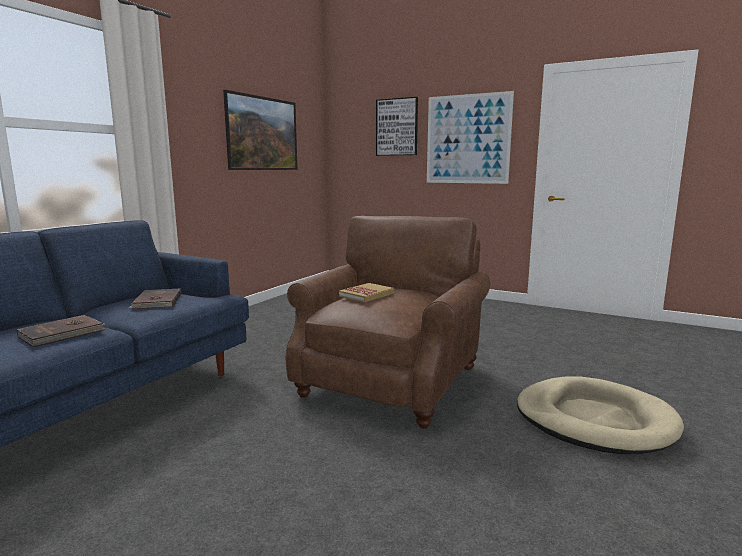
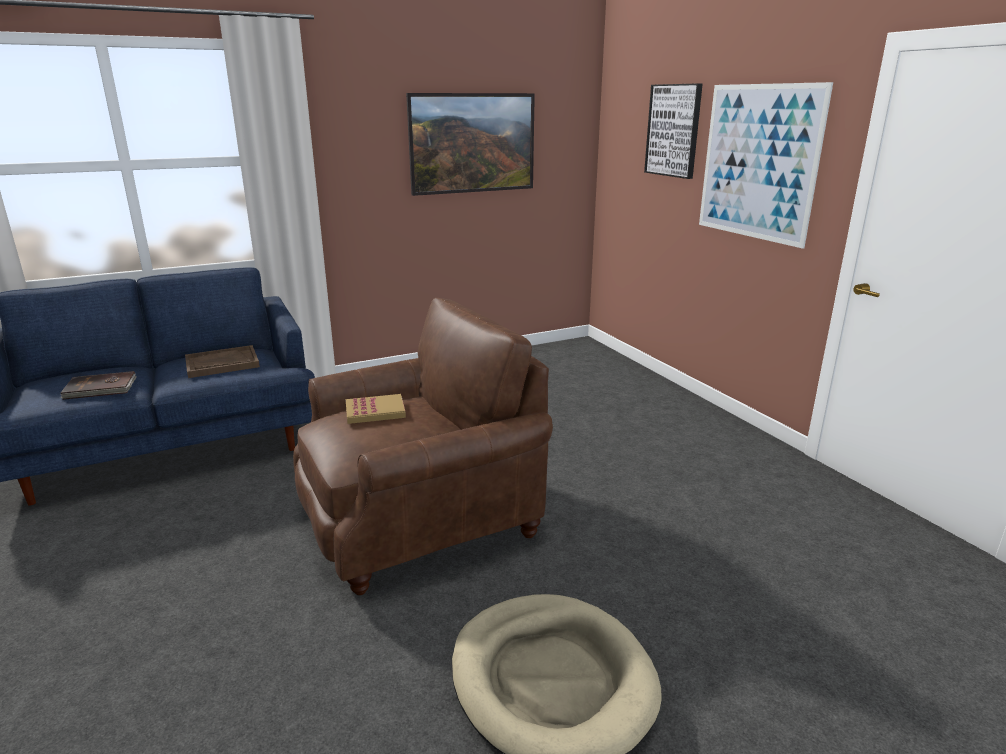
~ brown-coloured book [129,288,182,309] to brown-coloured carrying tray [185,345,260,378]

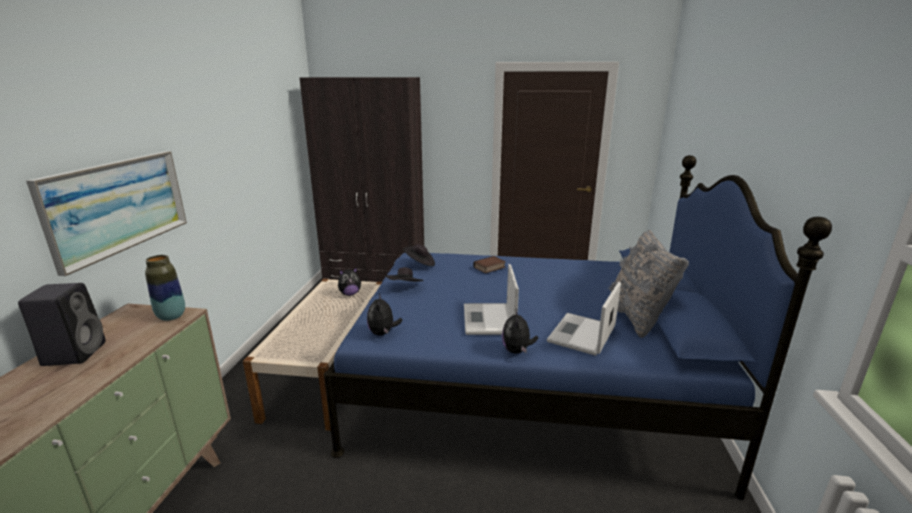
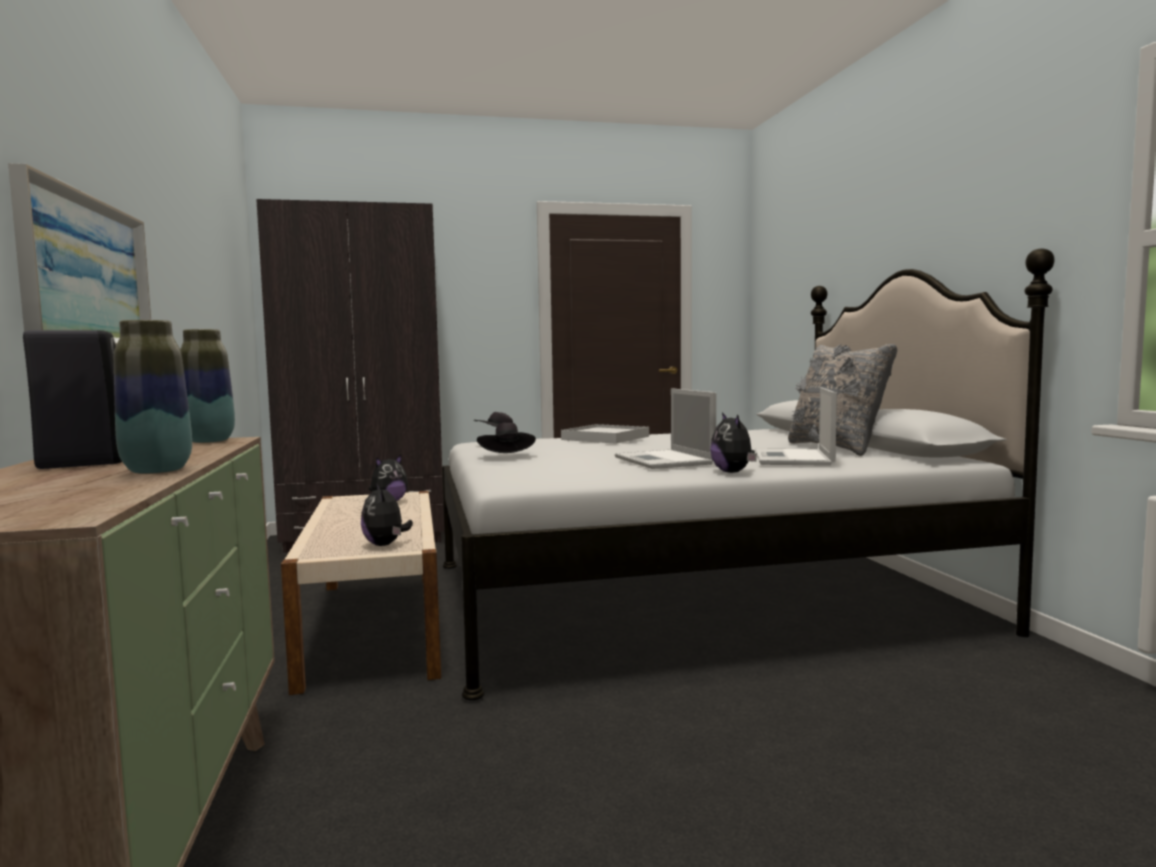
+ decorative vase [114,320,192,474]
~ plush toy [367,293,403,336] to [361,483,413,546]
~ book [473,256,506,273] to white carrying tray [561,424,649,444]
~ bluish bed [324,155,832,500] to white bed [442,248,1055,700]

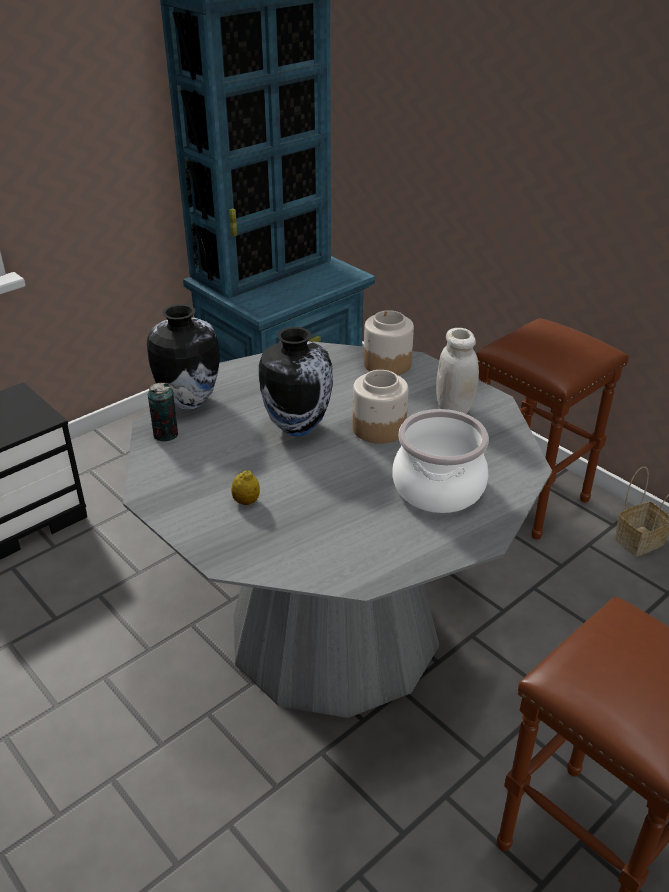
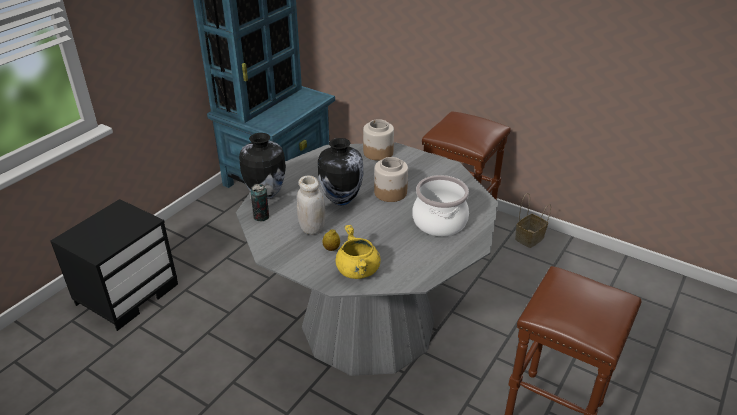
+ yellow-coloured cooking pot [335,225,381,279]
~ white storage jar [436,328,479,414] to [297,175,325,235]

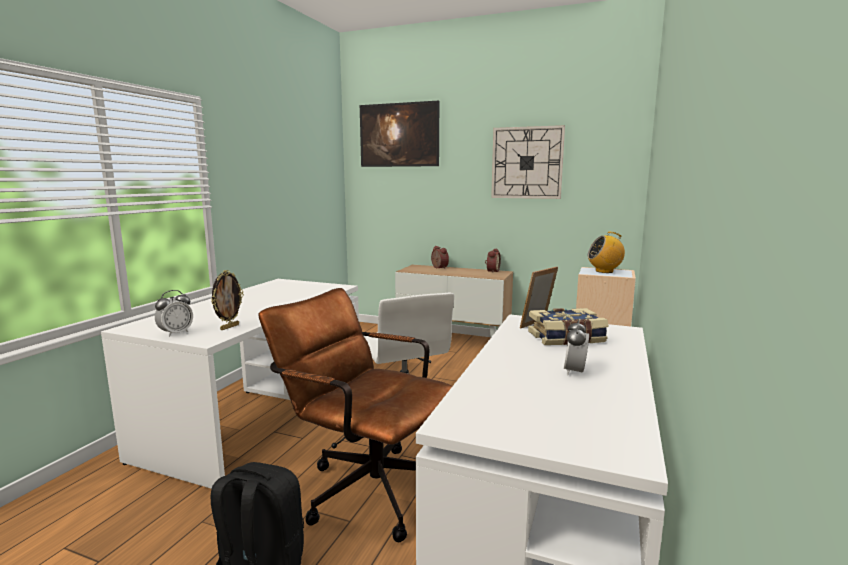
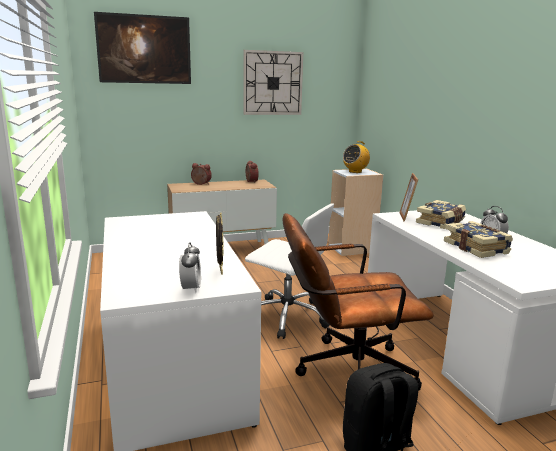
+ book [444,221,513,258]

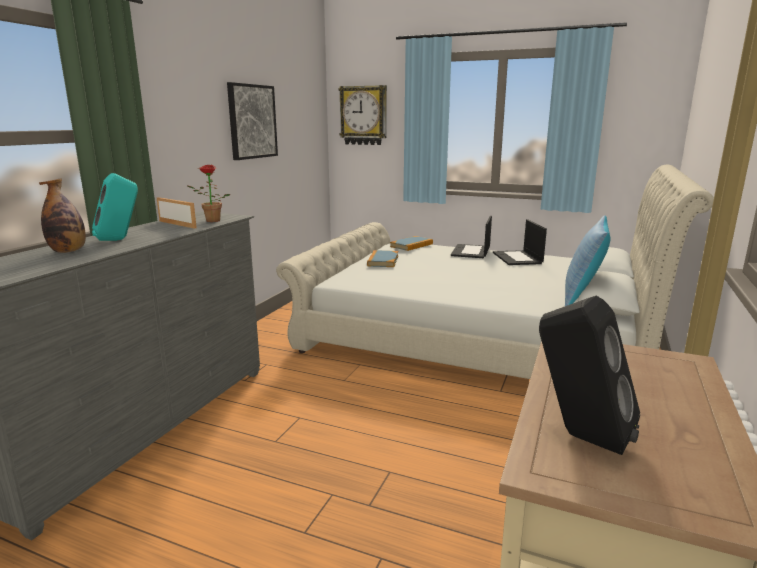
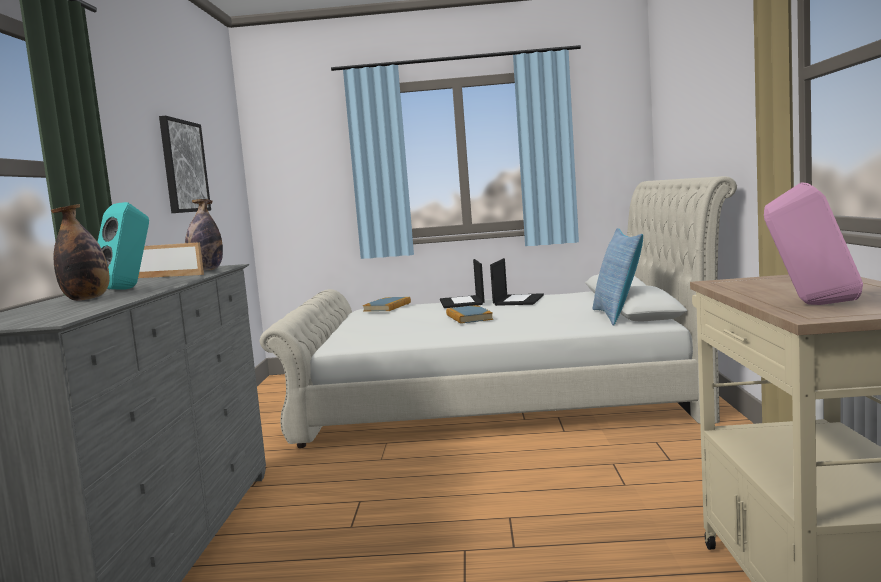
- wall clock [338,85,387,145]
~ book [367,250,398,267] to [446,305,493,324]
~ plant in a pot [188,165,230,222] to drink bottle [185,199,223,271]
~ blackish speaker [539,296,640,455] to pinkish speaker [764,182,863,305]
~ laptop [493,219,547,265] = [490,258,544,306] 135 degrees counterclockwise

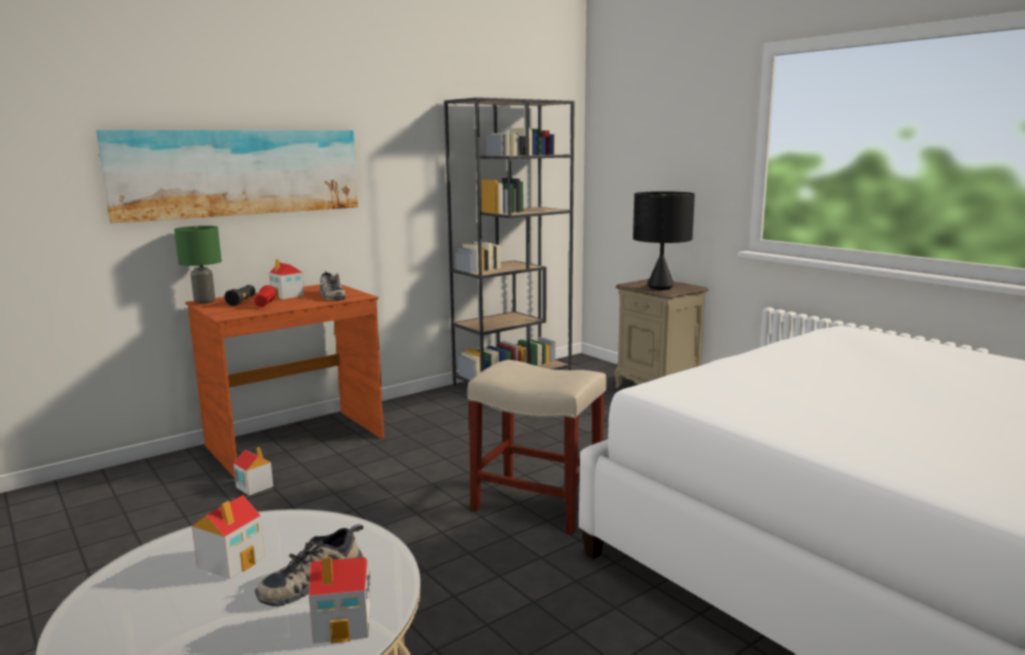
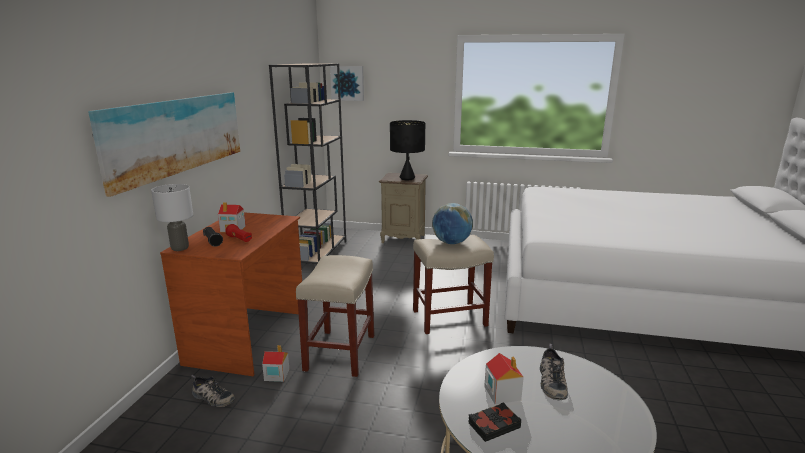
- toy house [309,557,370,643]
+ sand-coloured stool seat [296,255,374,377]
+ picture [330,66,364,101]
+ desk globe [432,203,473,244]
+ blackish book [469,402,522,442]
~ shoe [320,271,346,300] to [191,375,235,407]
~ greenish tabletop lamp [174,226,222,304] to white tabletop lamp [151,184,193,251]

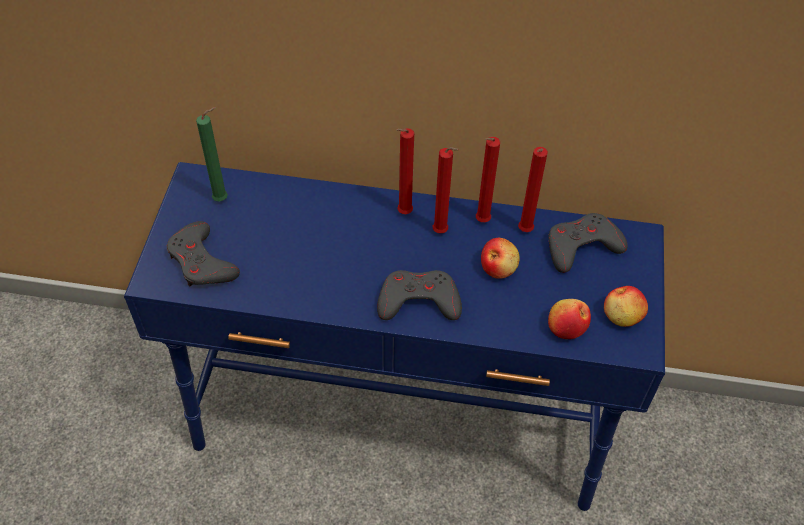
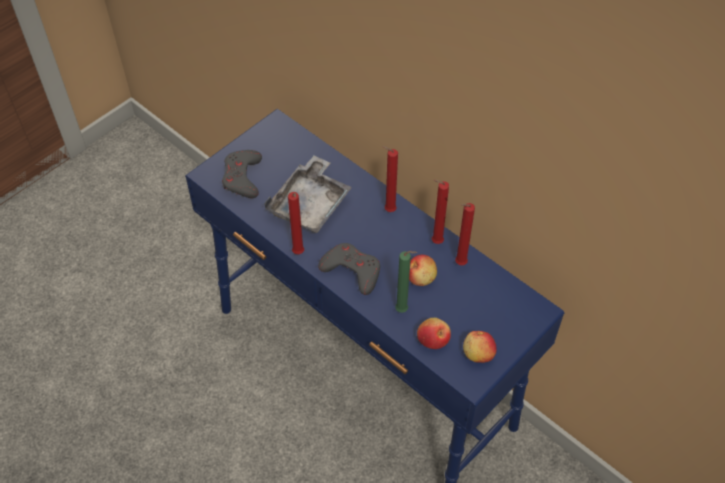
- greyish game controller [549,213,628,273]
+ greyish carrying tray [264,155,352,233]
~ greenish wax candle [196,107,228,202] to [395,251,417,313]
~ reddish wax candle [433,147,459,233] to [288,192,304,254]

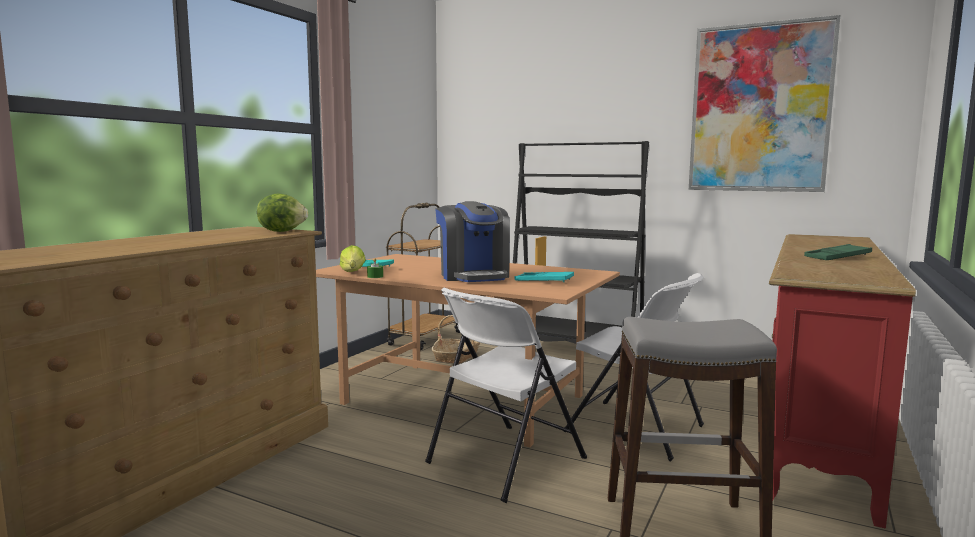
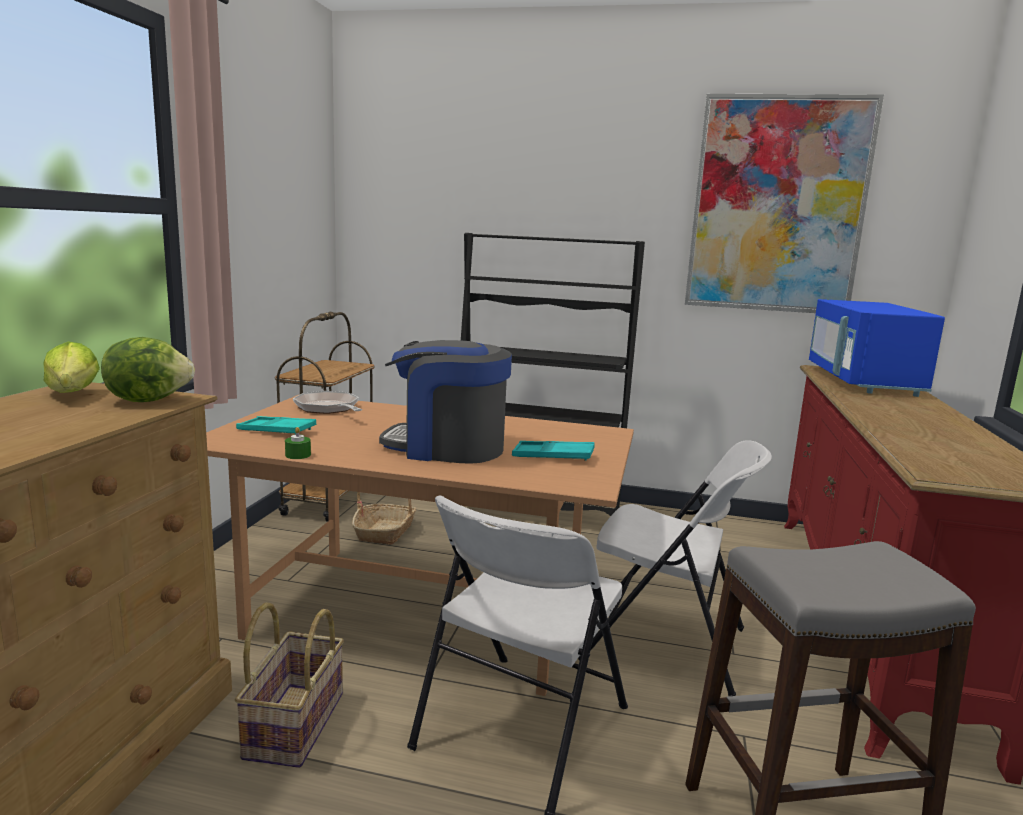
- greenish carrying tray [804,244,872,260]
+ basket [235,602,344,768]
+ pan [293,391,363,414]
+ bluish kitchen microwave [809,299,945,397]
~ lettuce [340,245,366,272] to [44,341,100,393]
~ coffee maker [435,201,510,282] = [379,340,512,464] 135 degrees clockwise

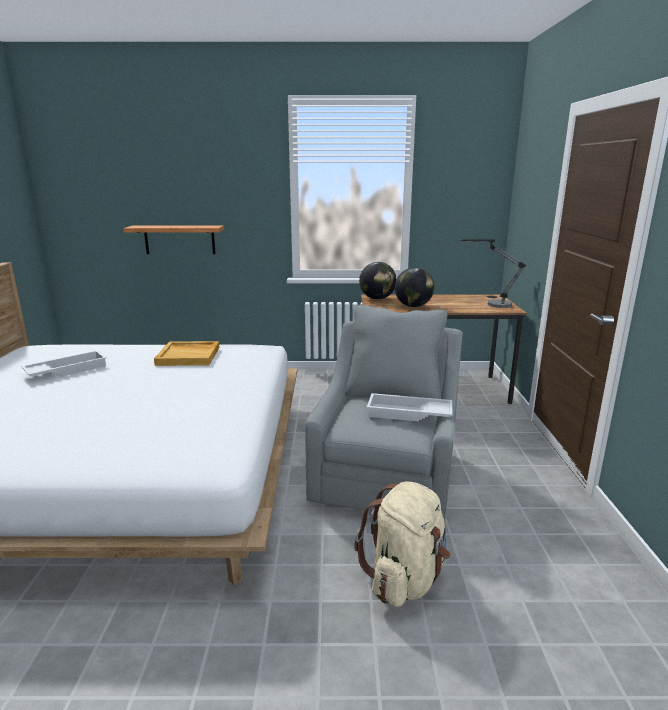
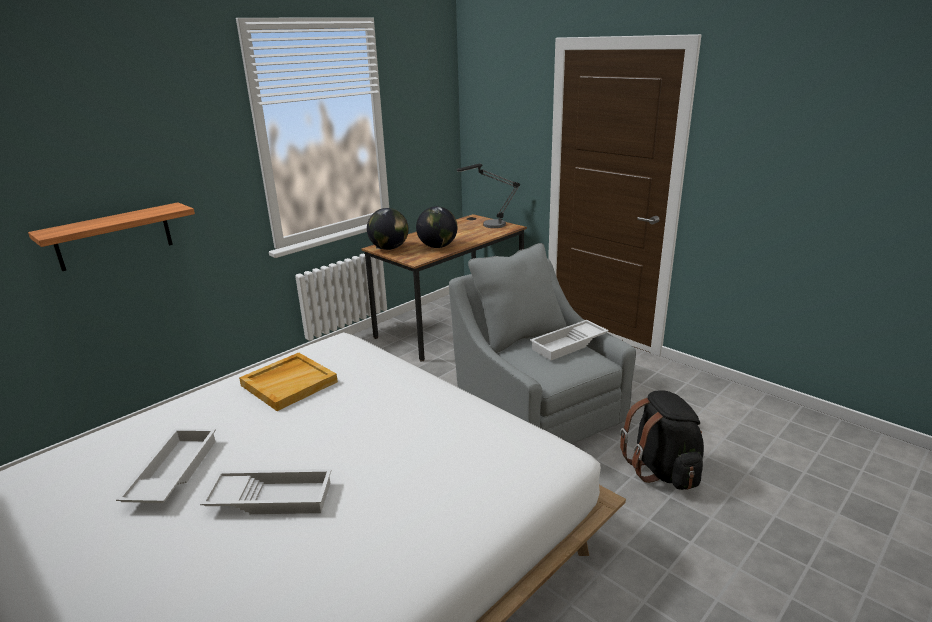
+ white carrying tray [200,469,332,514]
~ sand-coloured rucksack [355,481,451,607] to blackish rucksack [620,390,704,490]

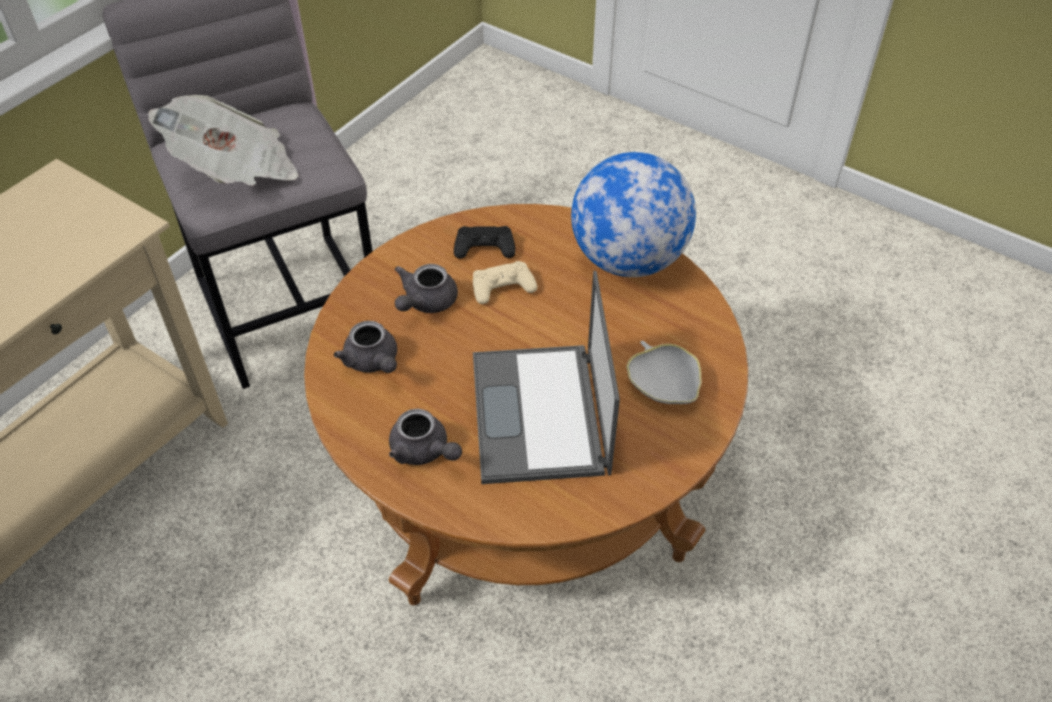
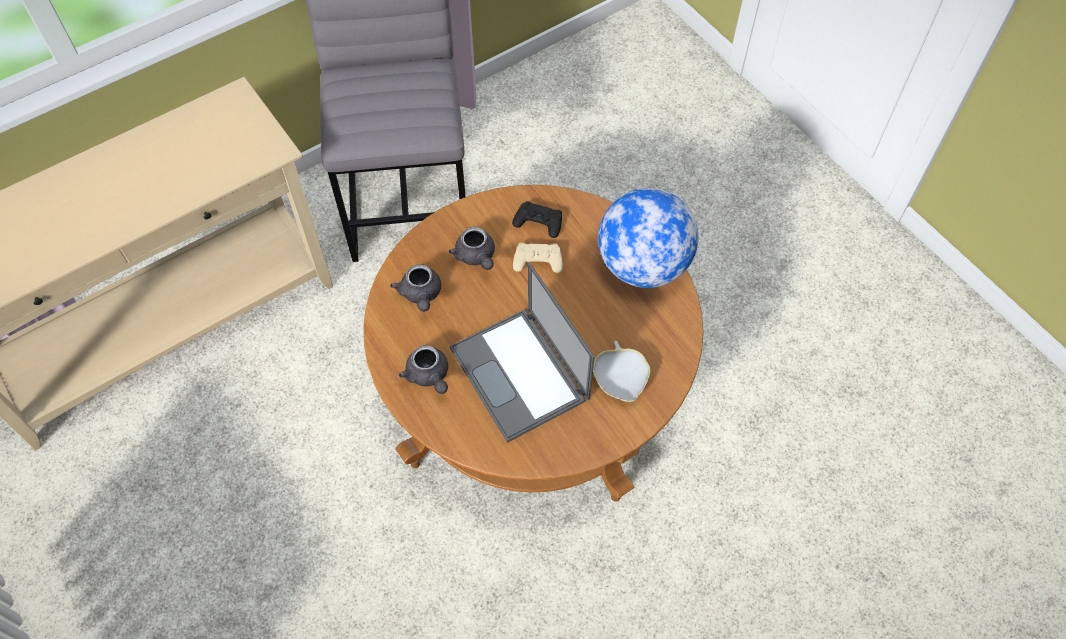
- printed paper [148,95,299,186]
~ greyish tea pot [394,264,458,313] = [449,227,495,270] 75 degrees counterclockwise
~ laptop [473,271,620,484] = [450,262,595,443] 45 degrees counterclockwise

